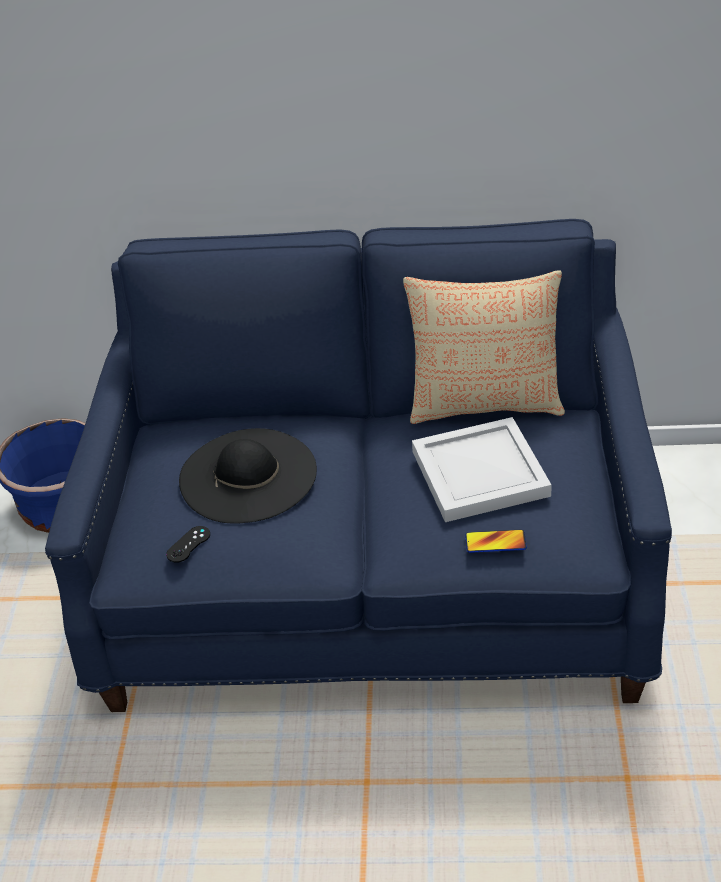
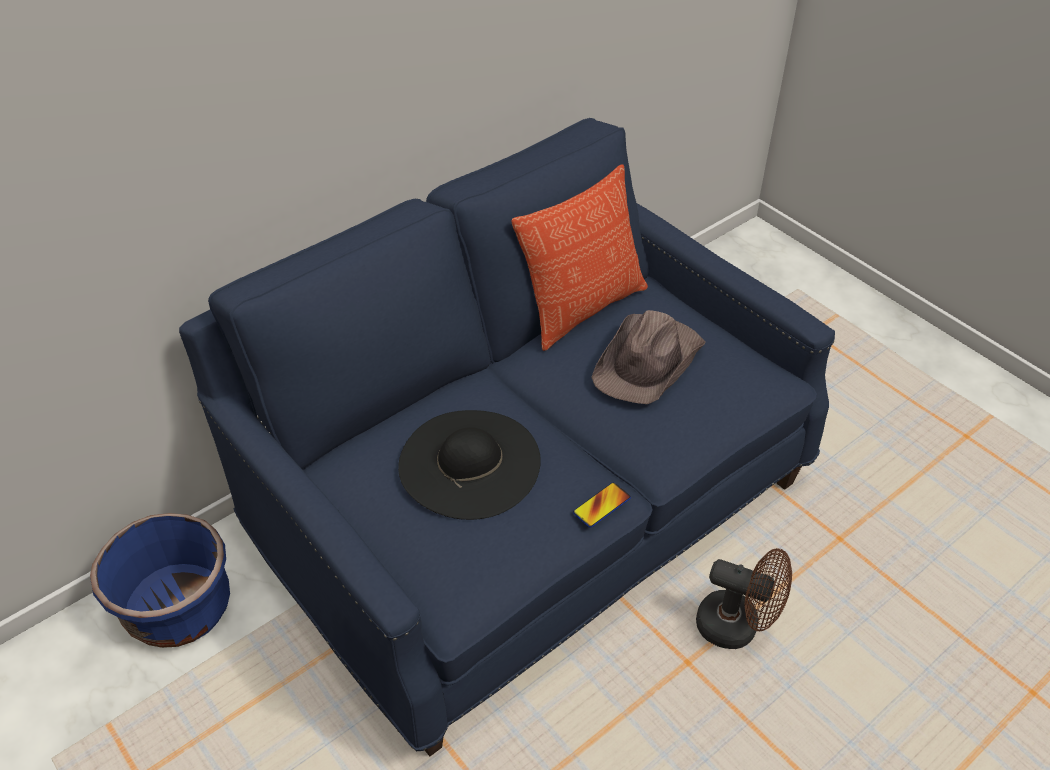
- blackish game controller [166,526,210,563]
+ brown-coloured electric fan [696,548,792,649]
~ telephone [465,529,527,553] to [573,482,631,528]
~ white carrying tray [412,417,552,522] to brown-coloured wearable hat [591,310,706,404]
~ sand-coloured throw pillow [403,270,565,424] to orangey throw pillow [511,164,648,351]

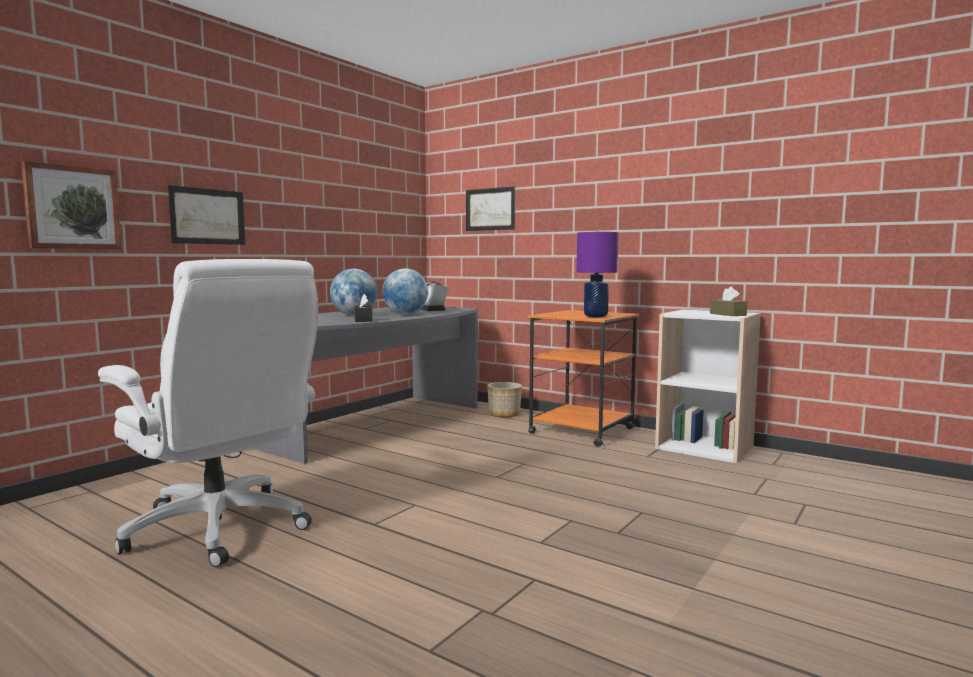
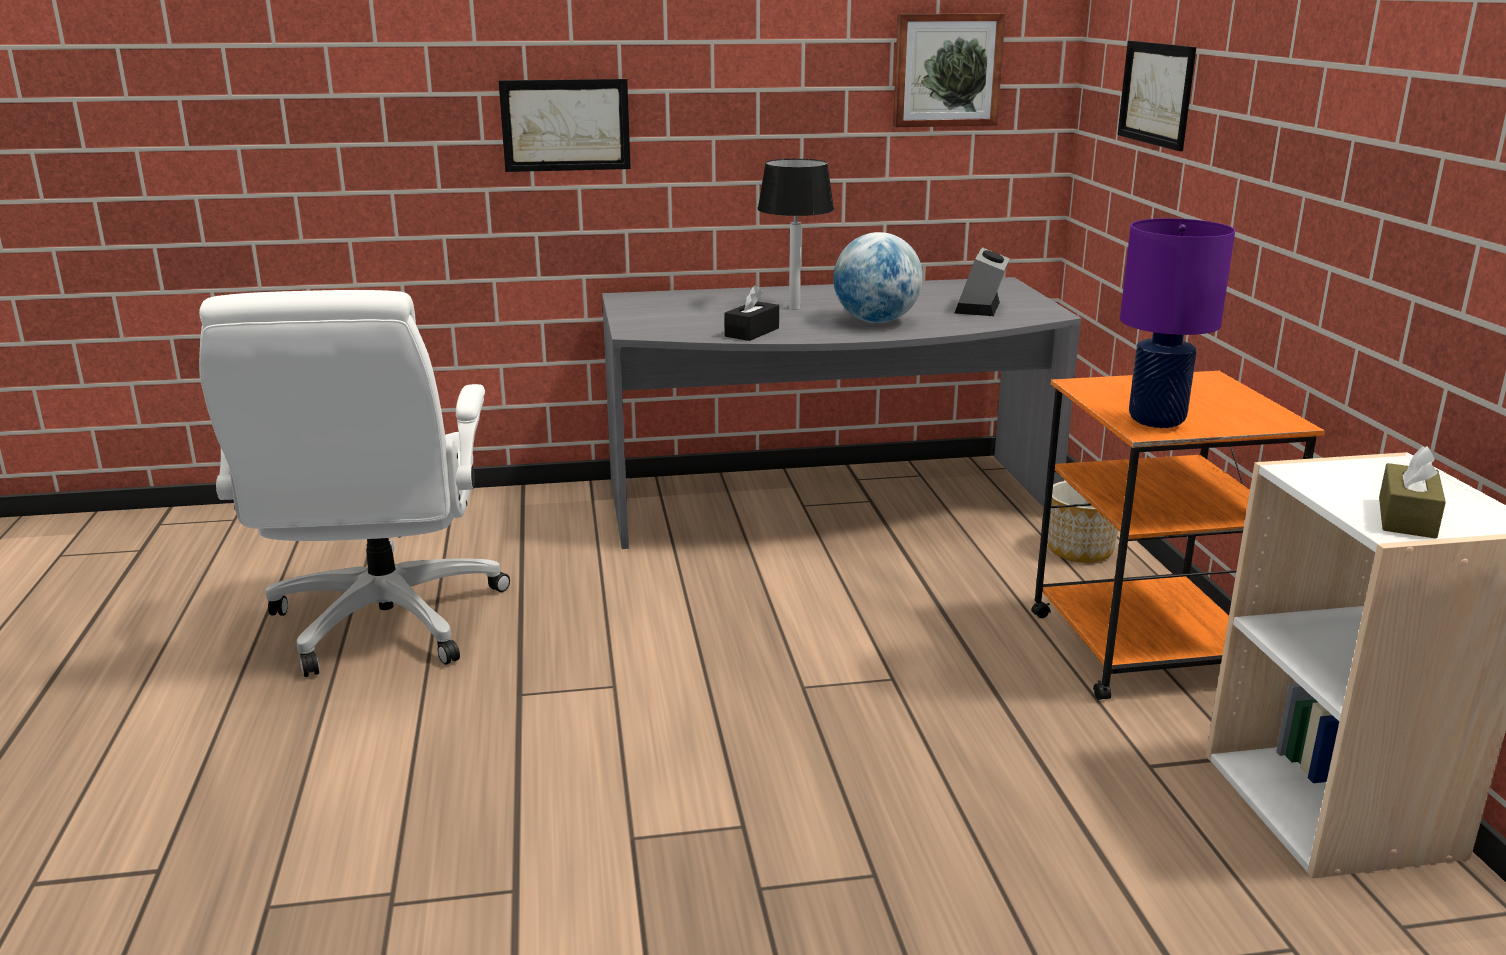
~ picture [21,161,122,249] to [893,13,1005,127]
~ desk globe [330,269,377,316] to tabletop lamp [757,159,834,310]

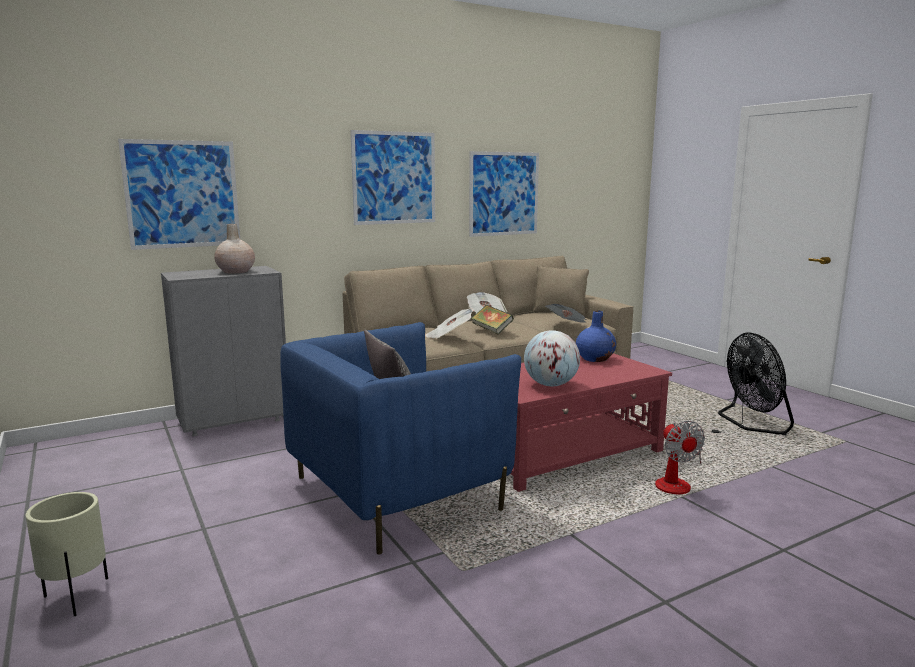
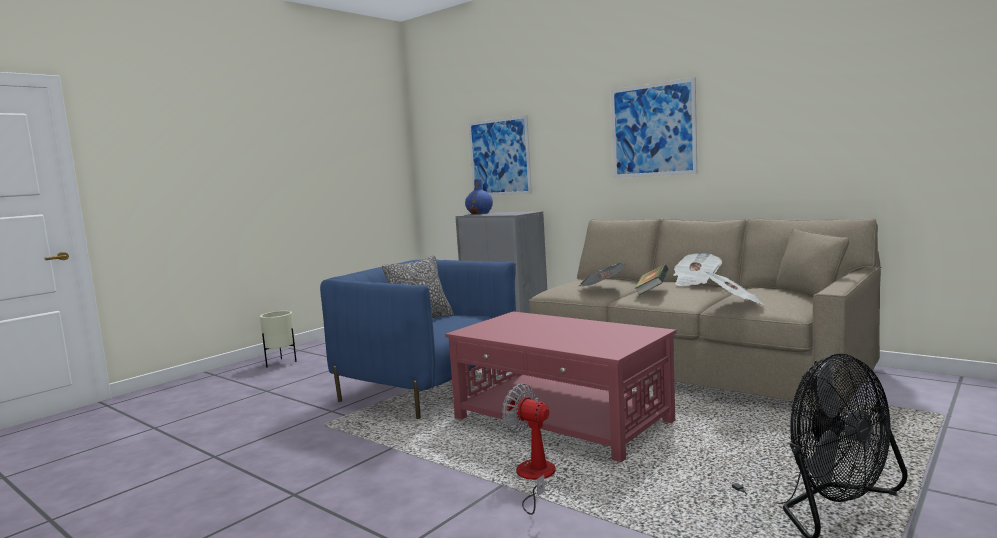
- sand-coloured decorative vase [214,224,255,273]
- picture [469,151,539,237]
- desk globe [524,330,580,386]
~ bluish decorative vase [576,311,616,362] to [465,179,493,214]
~ electric fan [655,421,705,494] = [502,384,560,515] 75 degrees clockwise

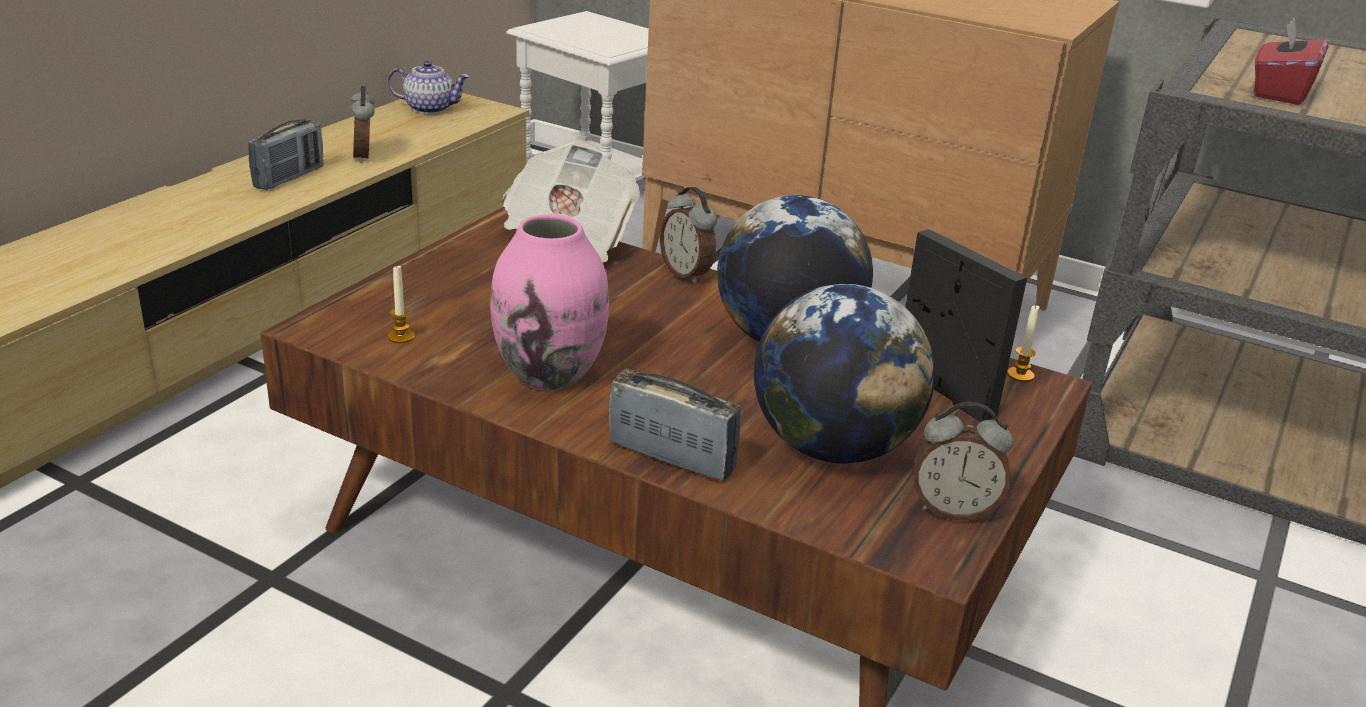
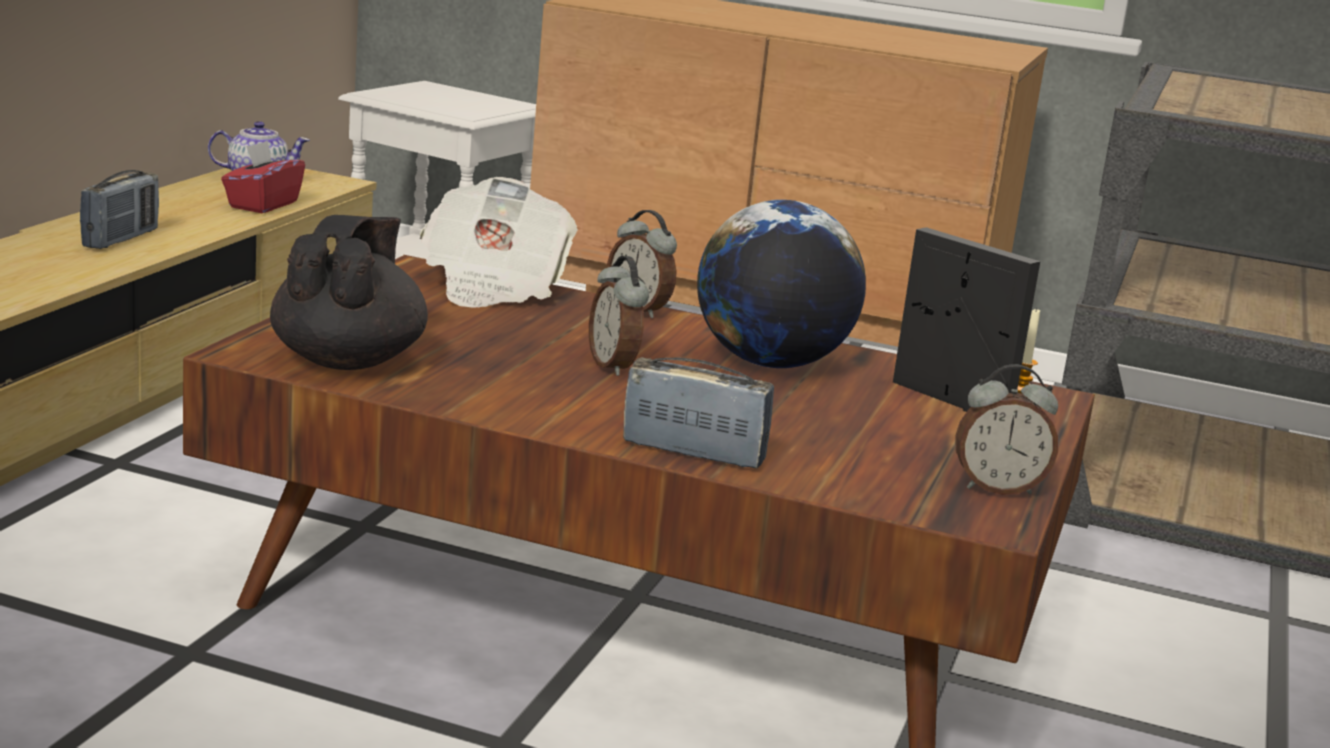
- pinkish decorative vase [490,214,609,390]
- desk globe [754,284,935,464]
~ bedside clock [351,86,375,163] to [589,256,649,376]
~ reddish tissue holder [1254,17,1329,105] to [221,140,305,213]
~ wax candle [387,266,415,343] to blackish tea pot [270,215,428,370]

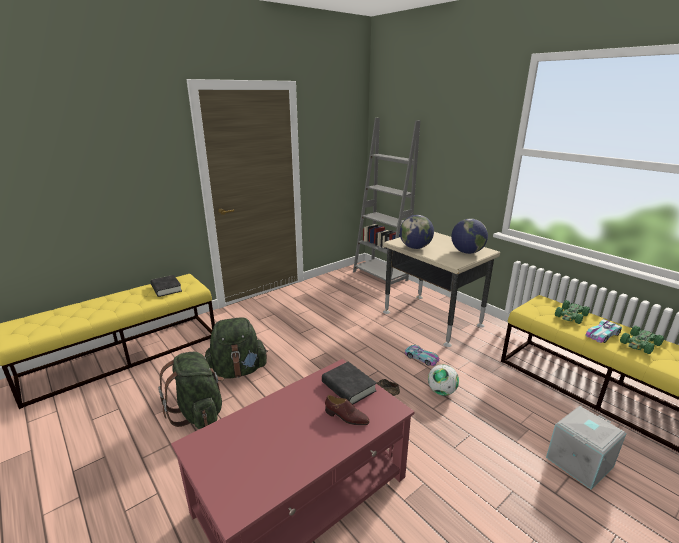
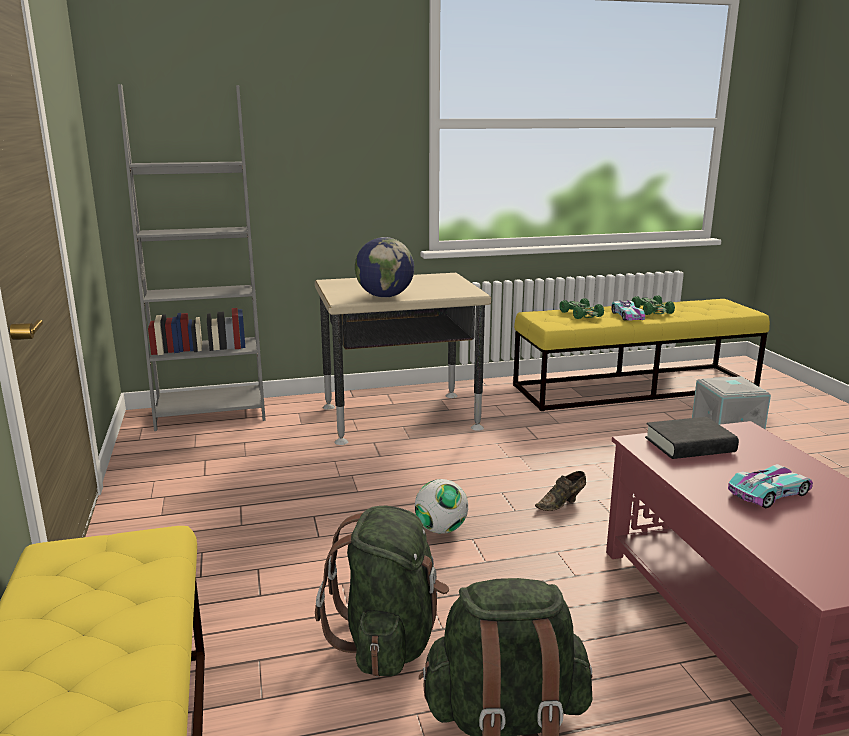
- blackish book [151,275,182,297]
- brown-coloured shoe [325,395,370,425]
- desk globe [451,219,488,254]
~ toy car [405,344,439,366] to [728,464,813,508]
~ ball for football [428,364,459,396] to [415,479,468,534]

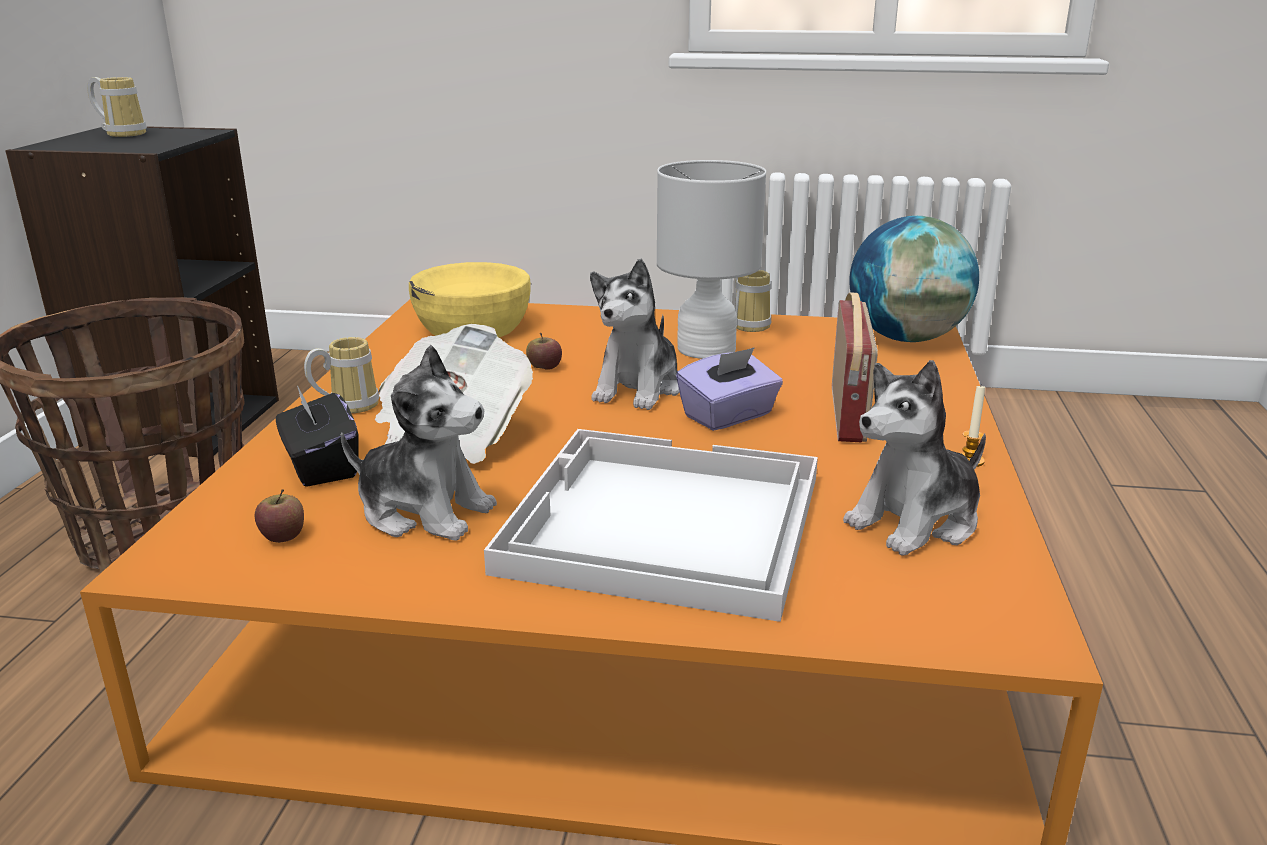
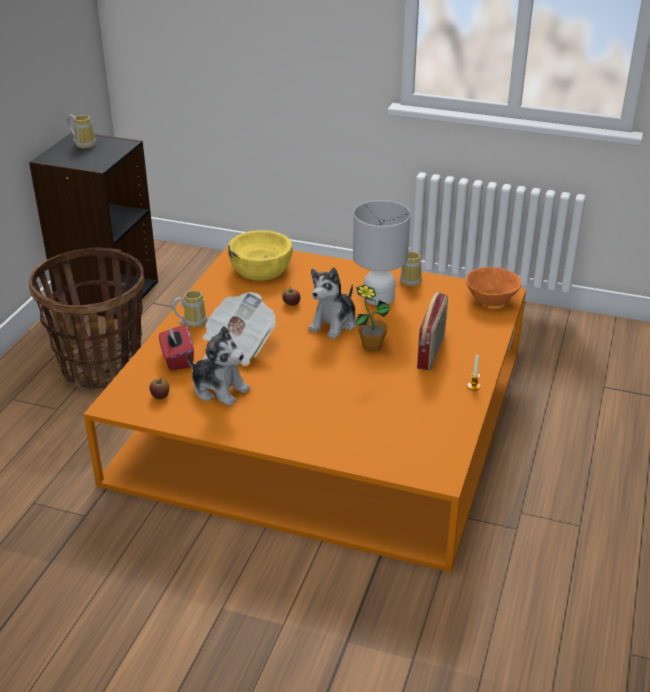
- white carrying tray [484,429,818,622]
- plush toy [843,360,986,556]
~ purple-coloured tissue holder [676,347,783,431] to plant in a pot [355,285,391,352]
~ desk globe [849,216,979,342] to orangey bowl [465,267,522,306]
~ blackish tissue holder [276,385,359,487] to reddish tissue holder [159,324,194,370]

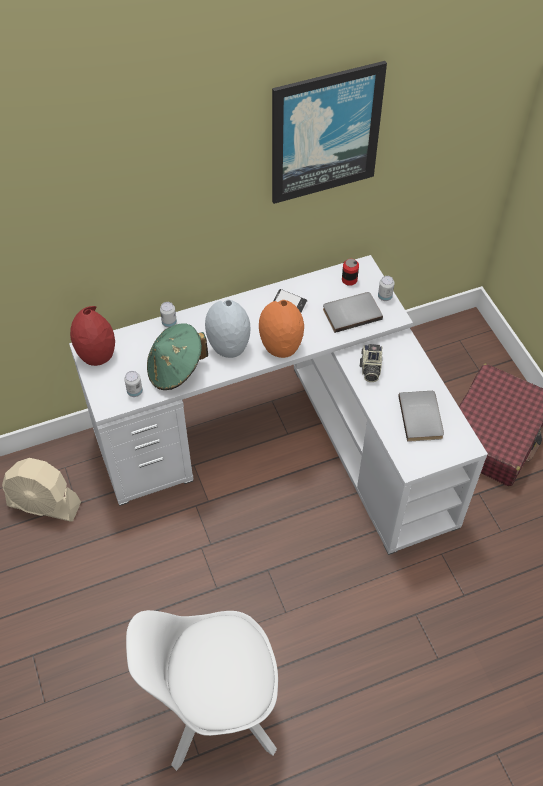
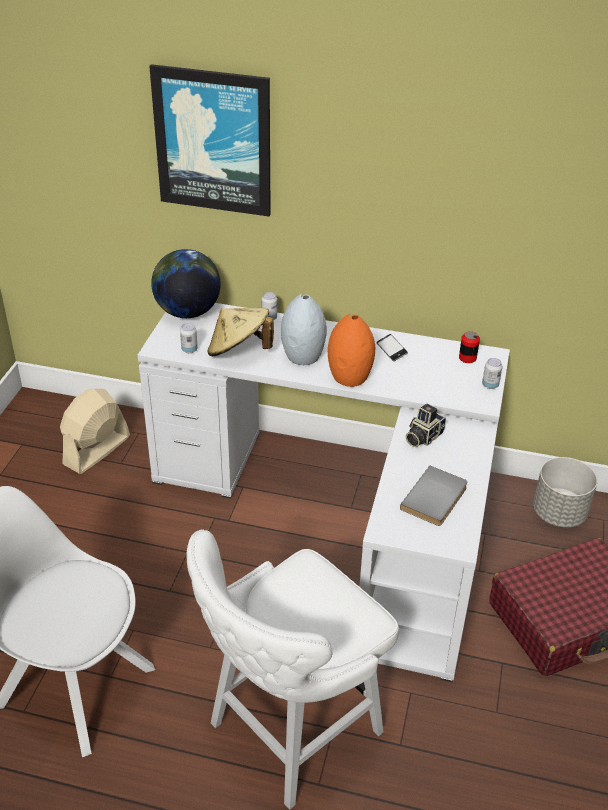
- greyish book [323,292,383,333]
+ white stool seat [187,529,399,810]
+ greyish planter [533,457,598,527]
~ picture [272,61,387,204] to [149,64,271,216]
~ reddish decorative vase [70,306,115,366] to desk globe [151,249,221,318]
~ greenish wearable hat [147,323,208,390] to sand-coloured wearable hat [208,308,274,356]
~ sand-coloured electric fan [2,458,81,522] = [60,389,130,474] 75 degrees clockwise

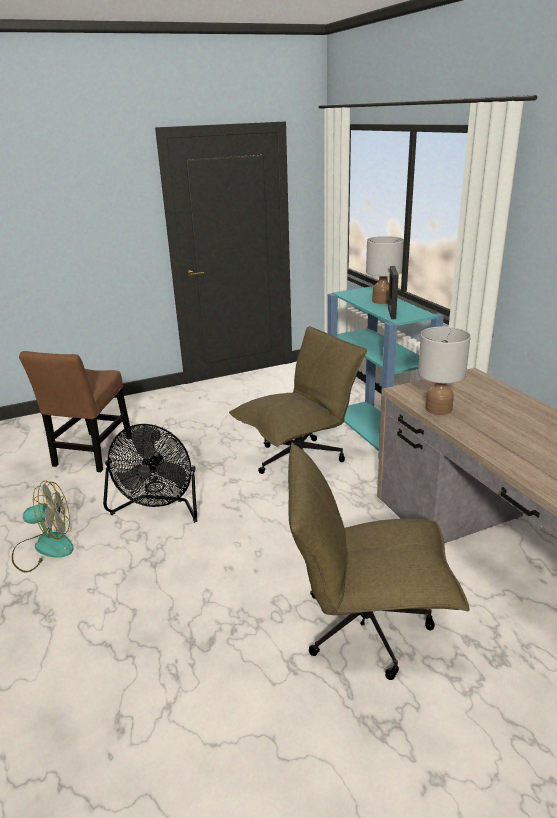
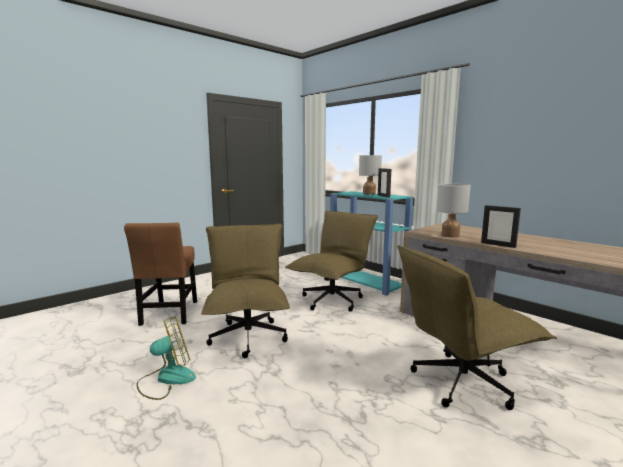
+ picture frame [481,205,521,248]
~ blackish electric fan [103,424,197,523] to sand-coloured desk chair [201,224,290,358]

